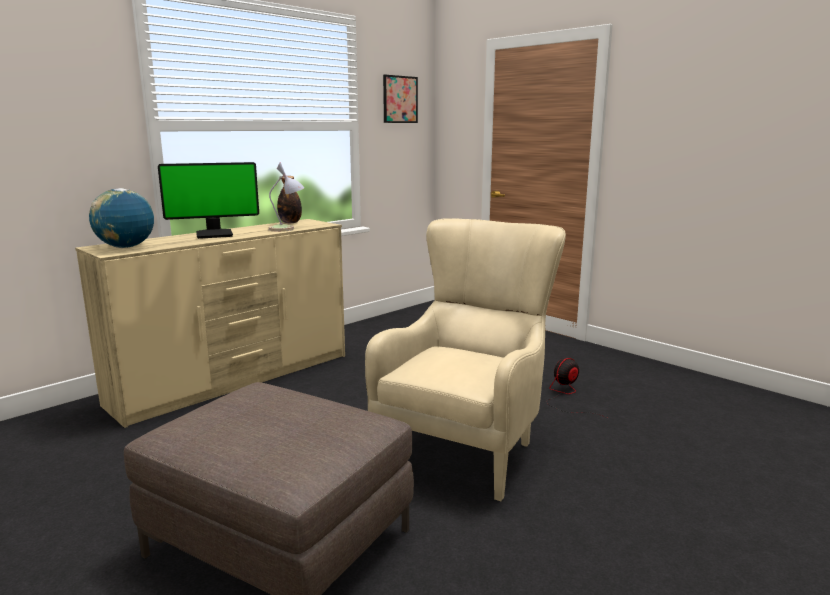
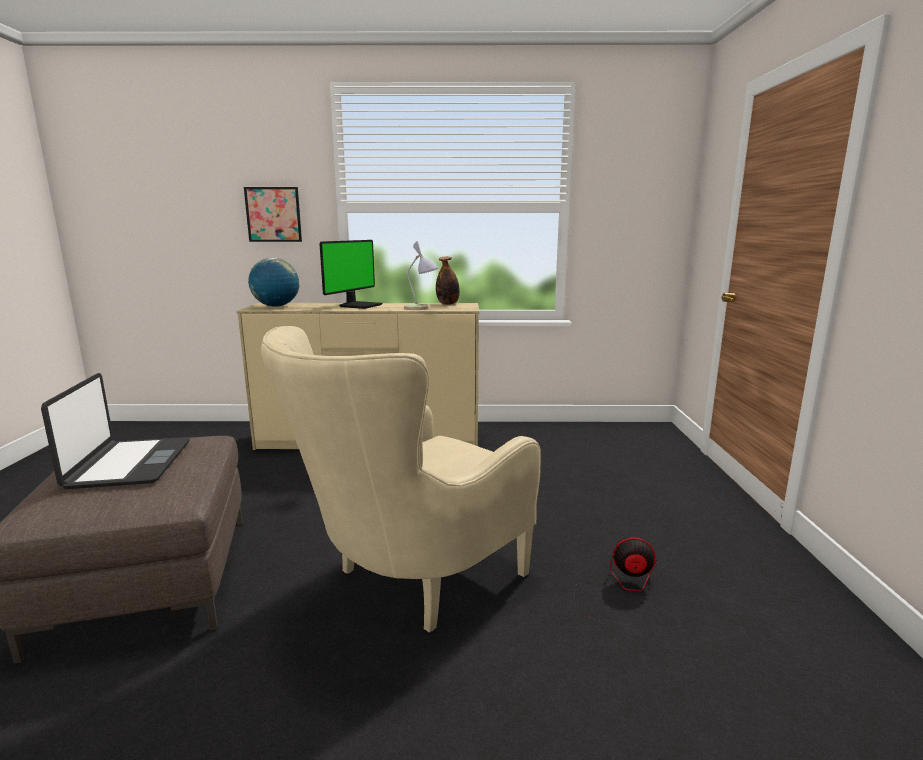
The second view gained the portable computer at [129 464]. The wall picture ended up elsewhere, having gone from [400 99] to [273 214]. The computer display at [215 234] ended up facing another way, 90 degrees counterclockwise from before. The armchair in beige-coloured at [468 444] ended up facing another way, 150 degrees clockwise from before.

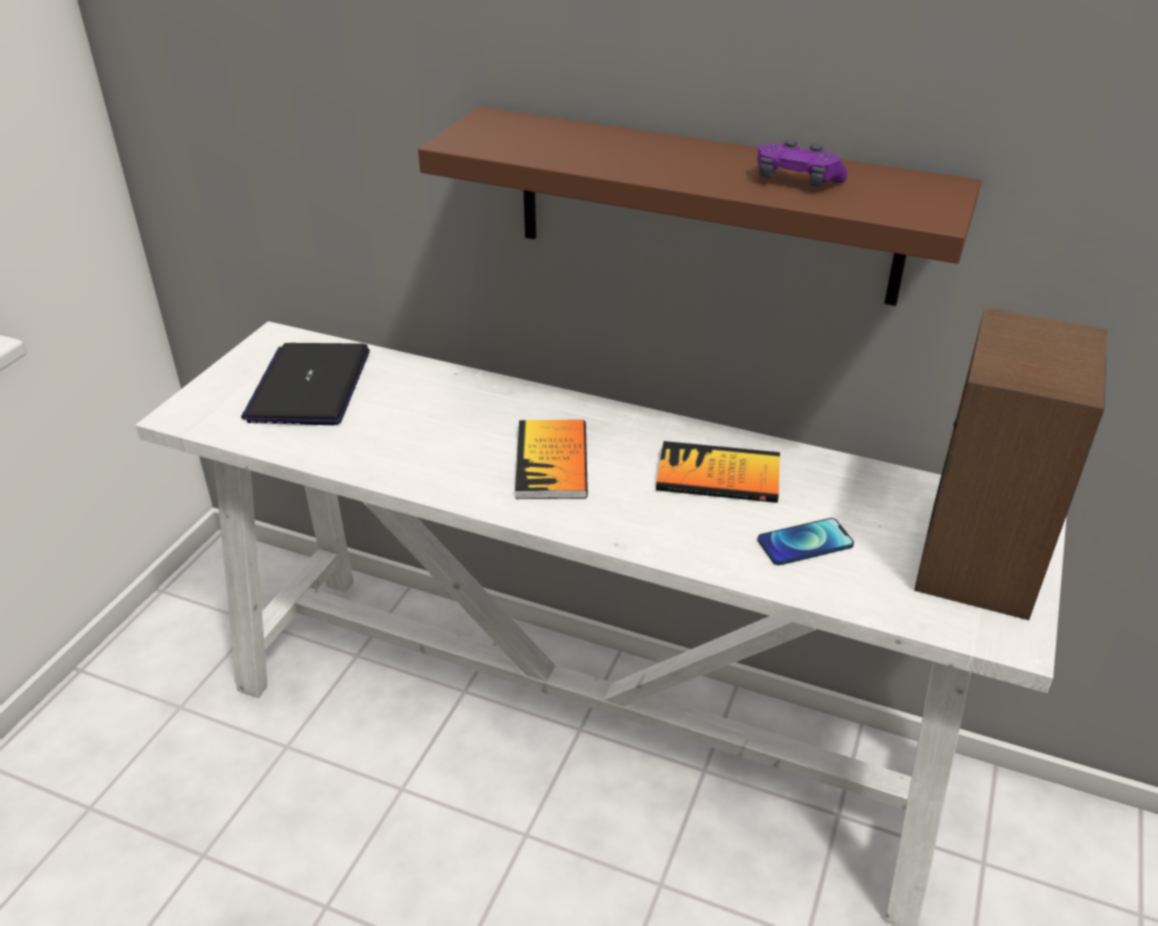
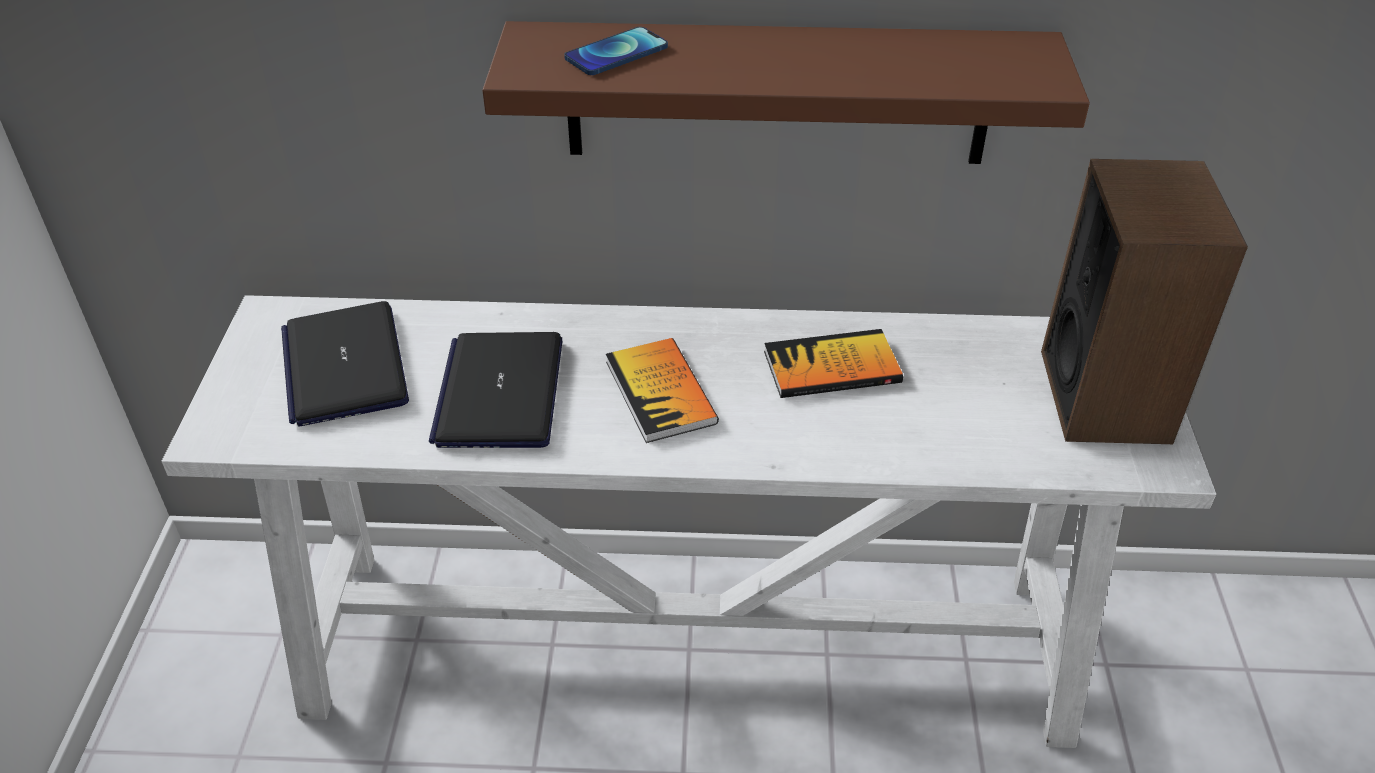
The second view lost the gamepad in purple-coloured at [797 181]. The second view gained the portable computer at [500 392]. The telephone ended up elsewhere, having gone from [805 543] to [616 53].

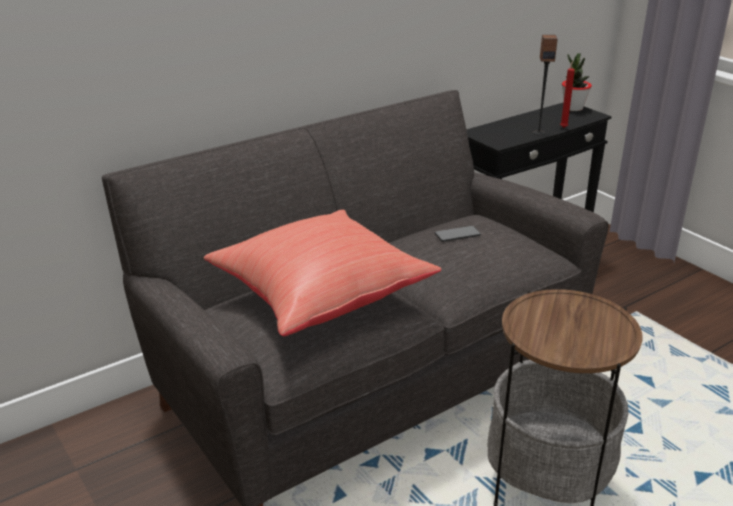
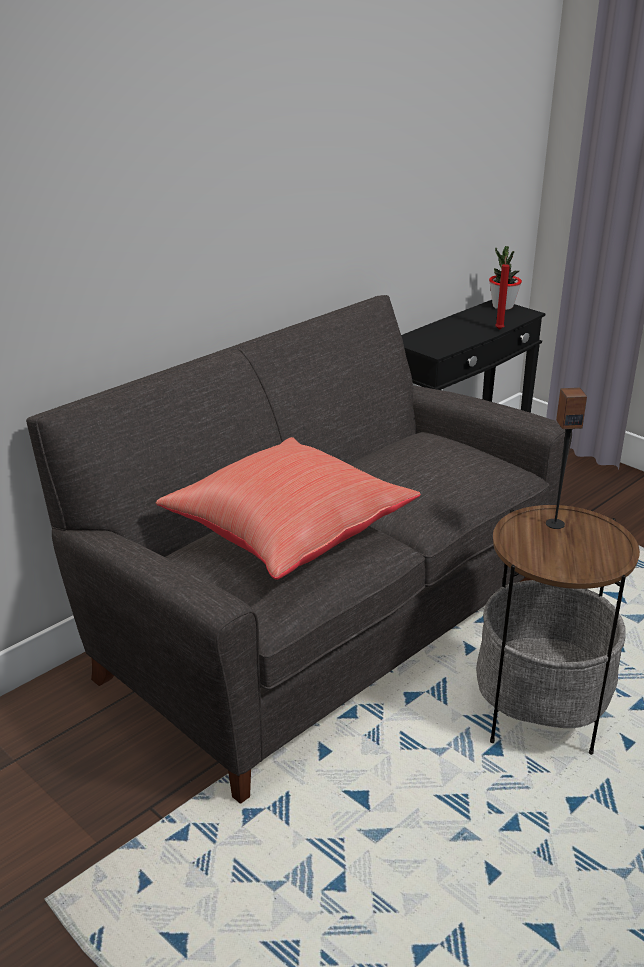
The second view lost the telephone at [457 234]. The speaker ended up elsewhere, having gone from [538 132] to [555 523].

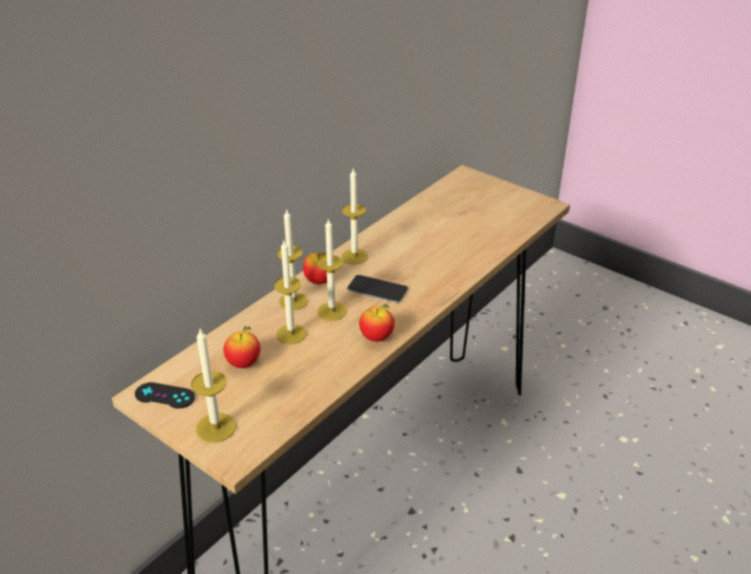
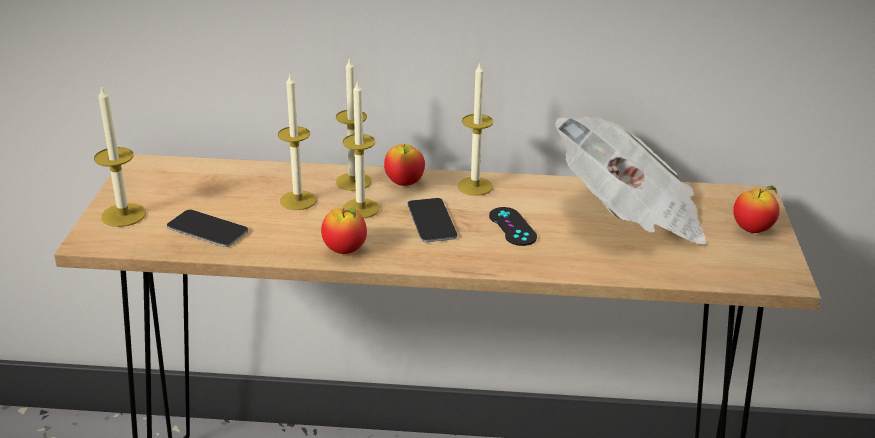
The second view gained the telephone at [207 229]. The second view gained the newspaper at [629 216]. The gamepad in black ended up elsewhere, having gone from [165 396] to [512 227]. The apple ended up elsewhere, having gone from [244 363] to [752 229].

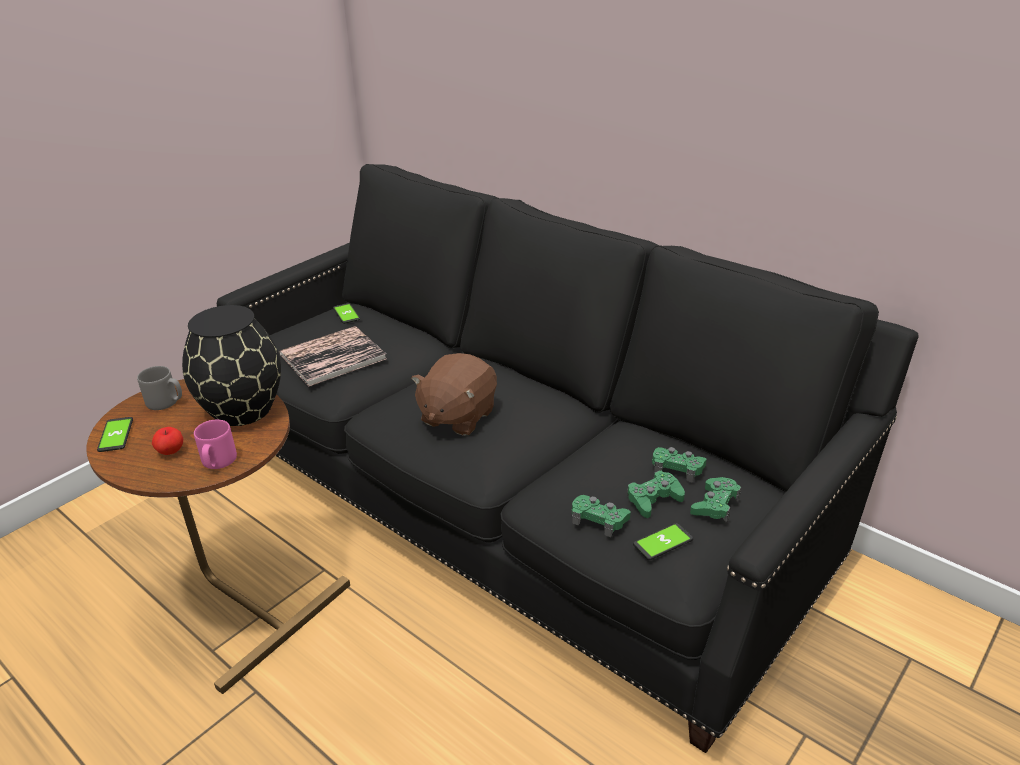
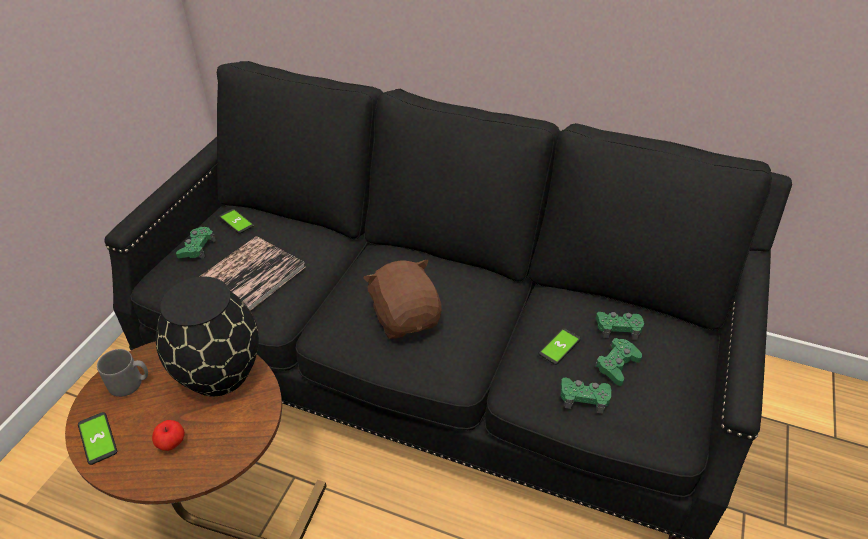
The second view lost the coffee mug in pinkish at [218 462]. The telephone ended up elsewhere, having gone from [663 542] to [559 347]. The gamepad in green ended up elsewhere, having gone from [715 505] to [197 248]. The soft toy in brownish at [457 416] ended up facing another way, 150 degrees clockwise from before.

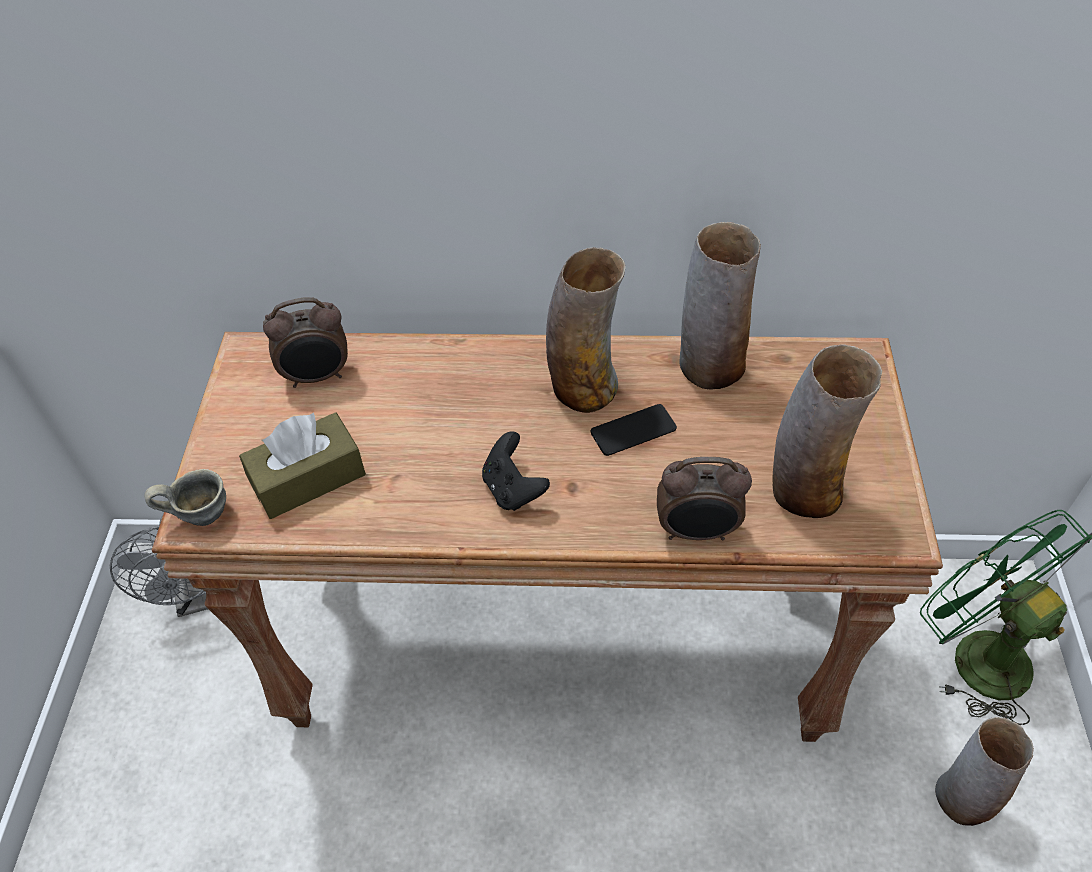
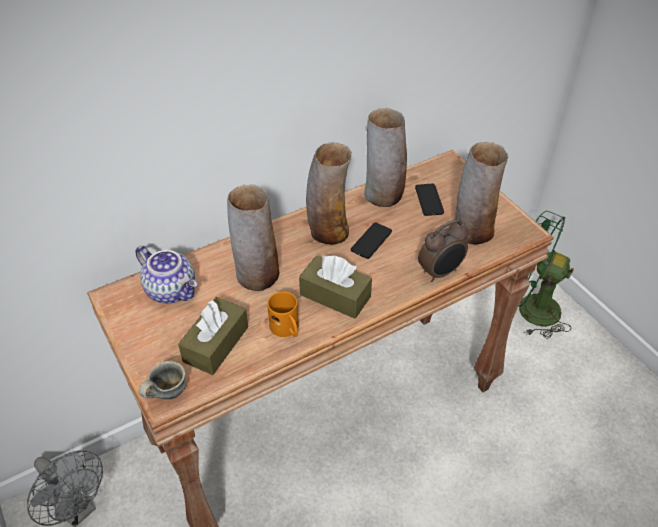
The second view gained the coffee mug in orange-coloured at [287 330]. The second view gained the telephone at [429 200]. The vase ended up elsewhere, having gone from [961 799] to [257 277]. Where the table clock stood at [318 376], the tea pot came to stand at [172 290]. Where the gamepad in black stood at [513 489], the box of tissues in brownish came to stand at [335 295].

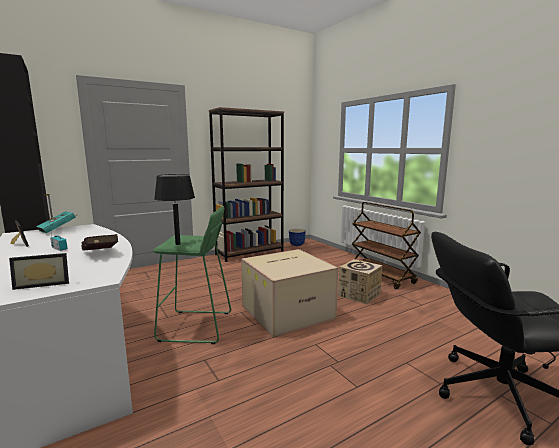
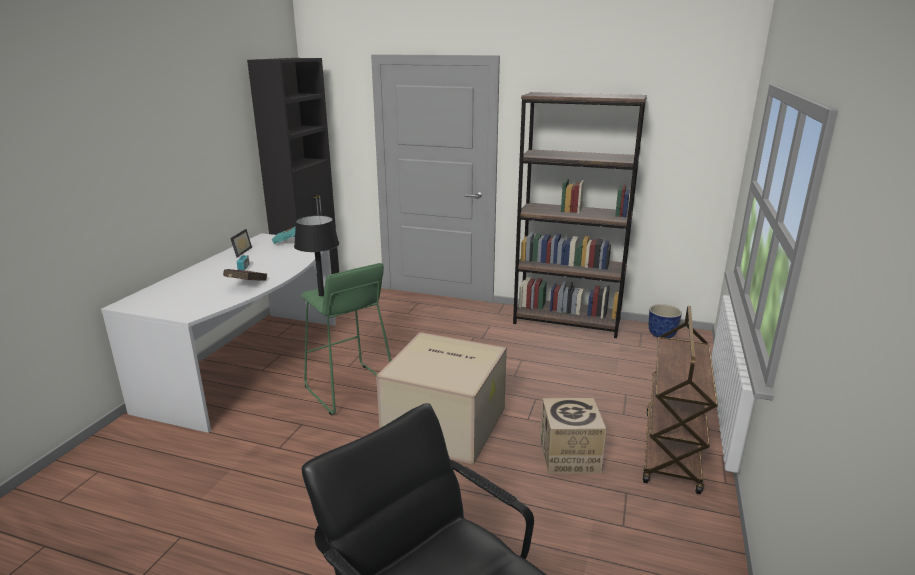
The second view lost the standing frame at [43 283].

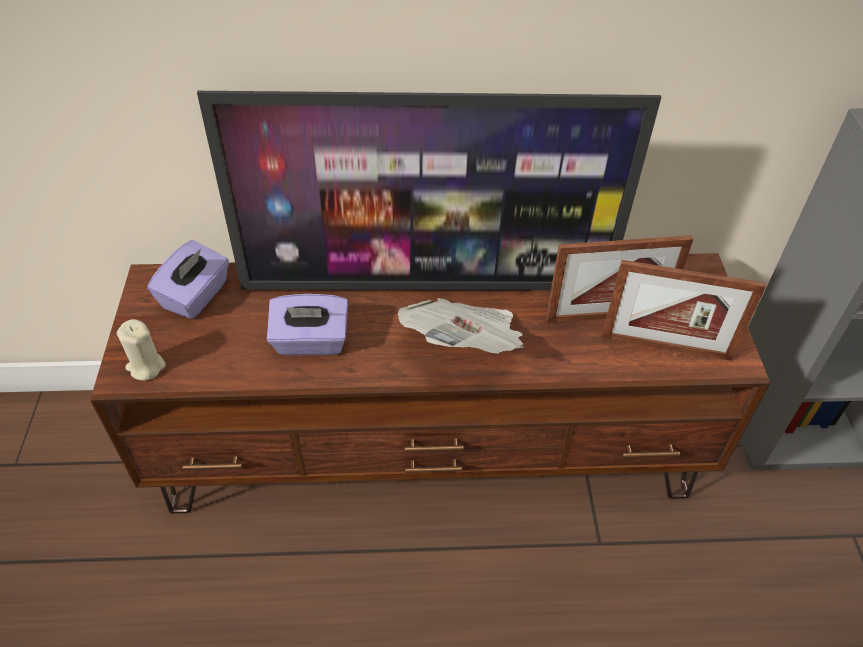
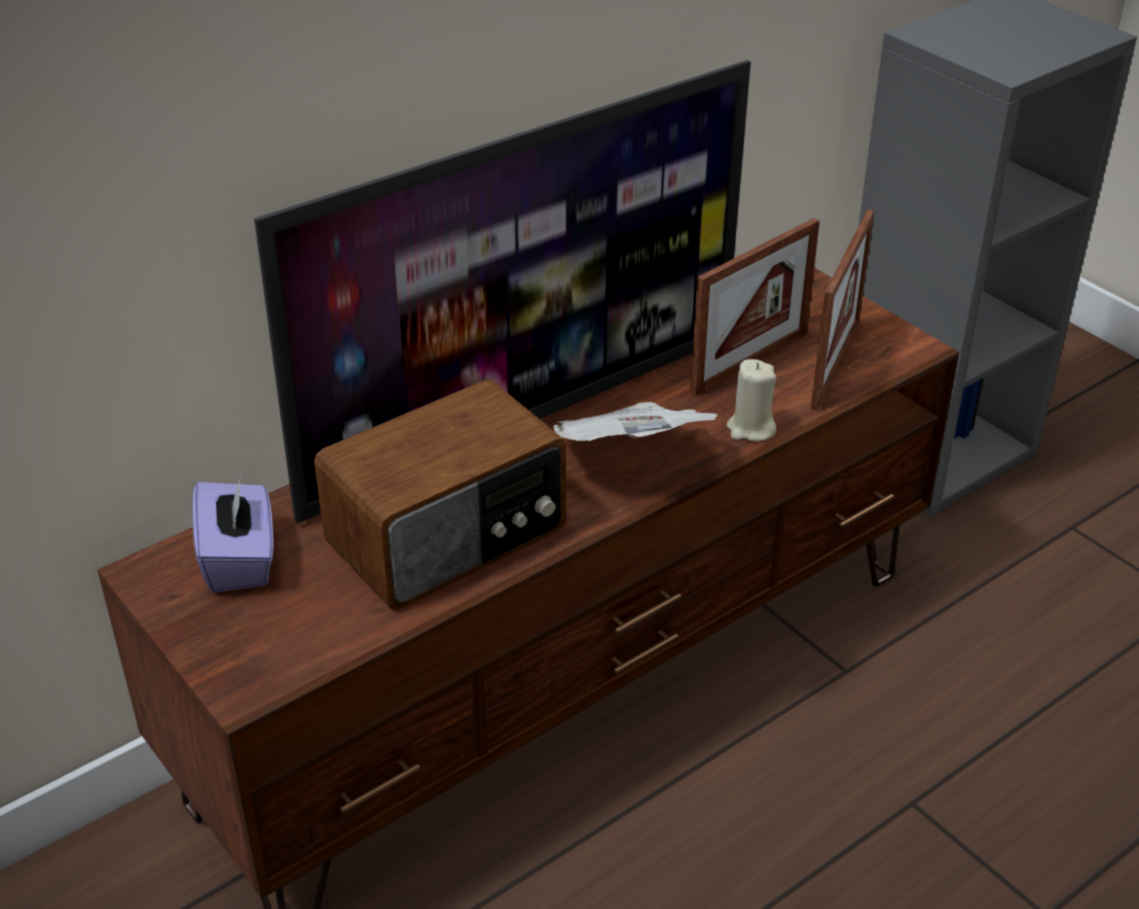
The candle in beige-coloured ended up elsewhere, having gone from [146 367] to [750 429]. Where the box of tissues in purple-coloured stood at [311 342], the radio came to stand at [449 537]. The standing frame at [666 347] ended up facing another way, 45 degrees counterclockwise from before.

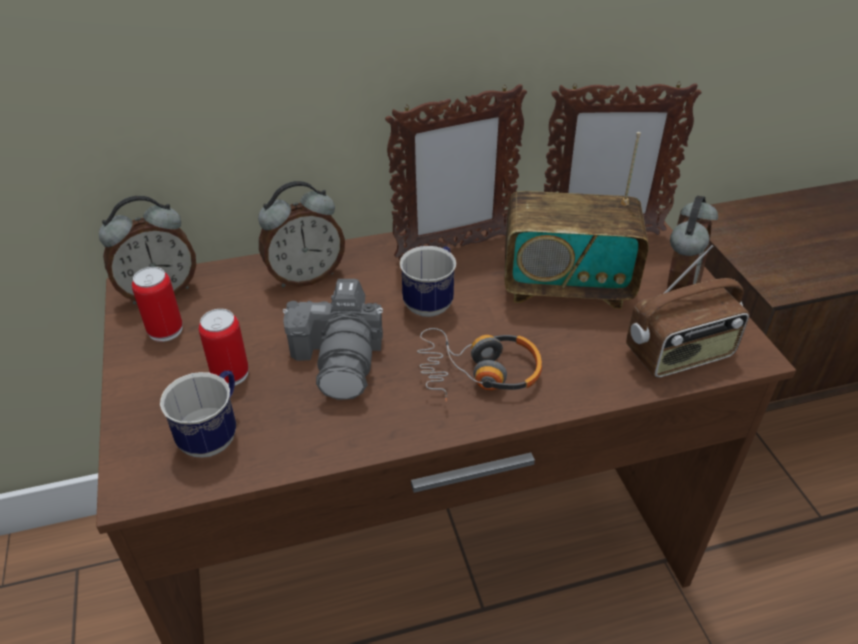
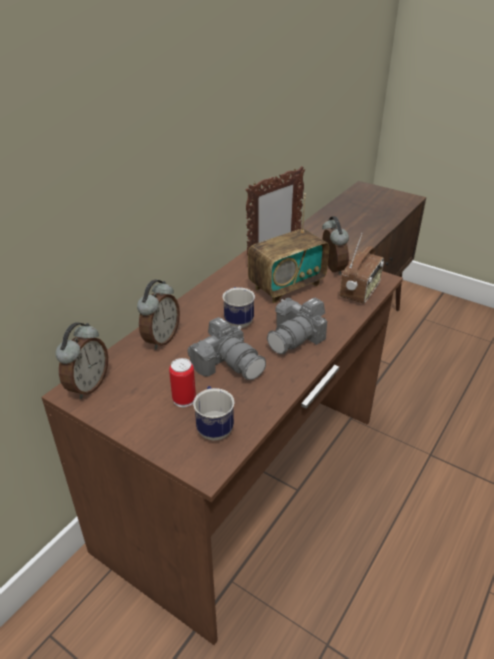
The second view lost the sealed can at [165 330]. The second view lost the standing frame at [453 247]. Where the headset stood at [478 373], the still camera came to stand at [296 337].

